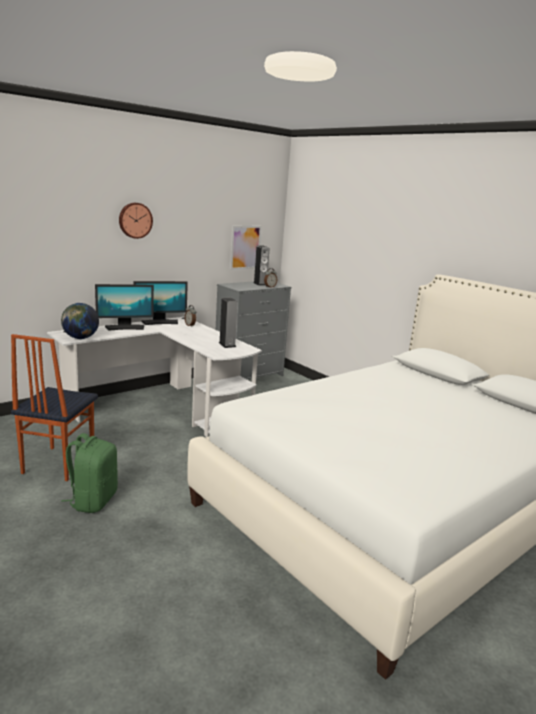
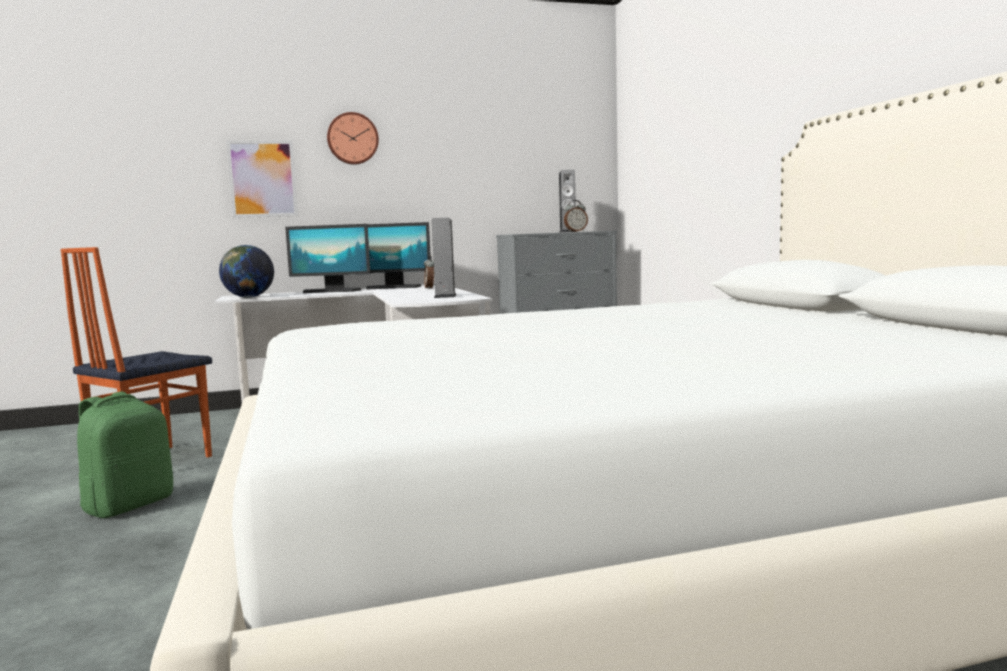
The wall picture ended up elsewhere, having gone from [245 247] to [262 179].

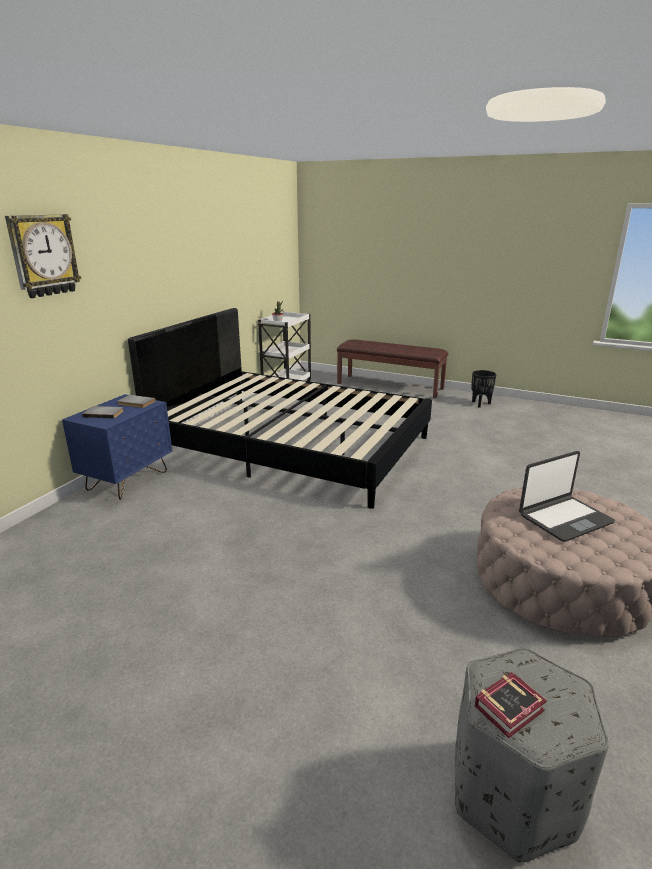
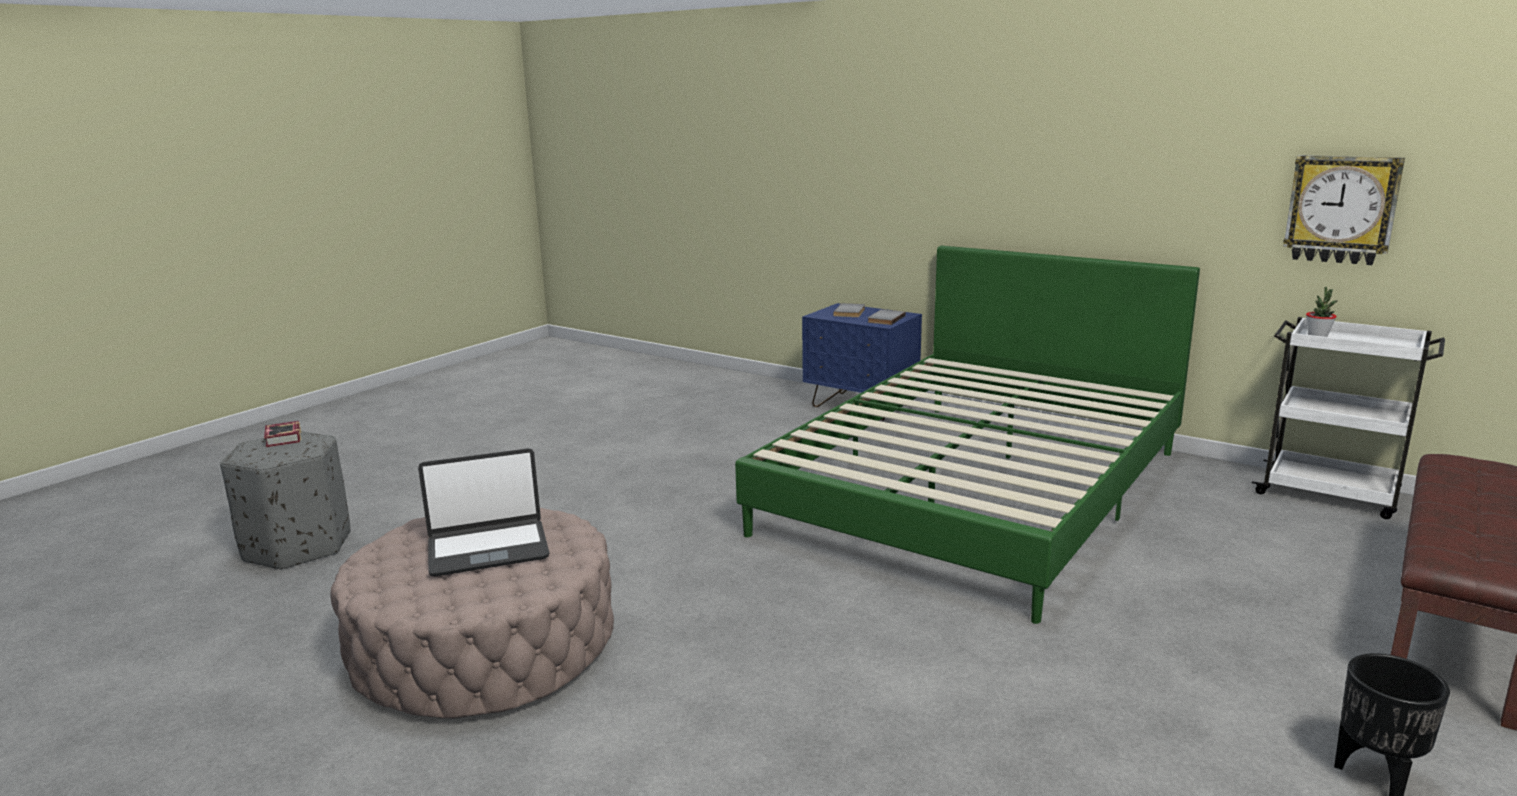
The wall clock ended up elsewhere, having gone from [43 255] to [1341 209]. What was the bed in black at [291 445] turned into the bed in green at [977 491]. The portable computer at [564 518] ended up facing another way, 90 degrees counterclockwise from before.

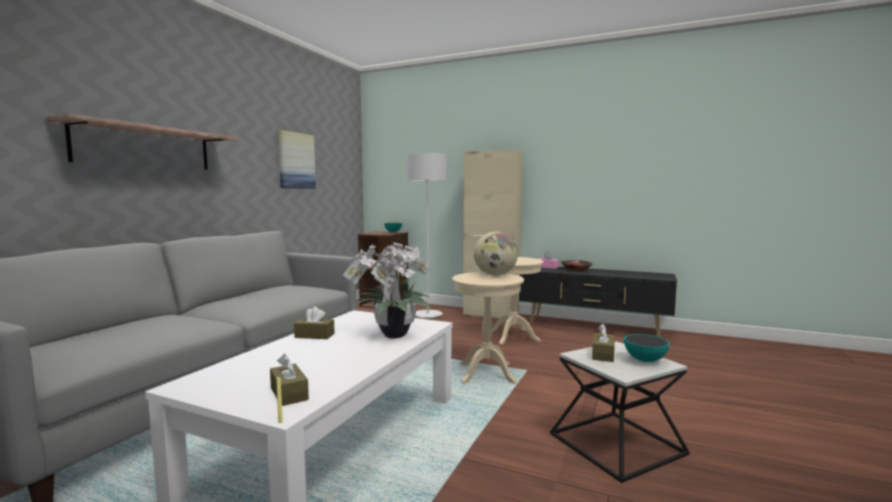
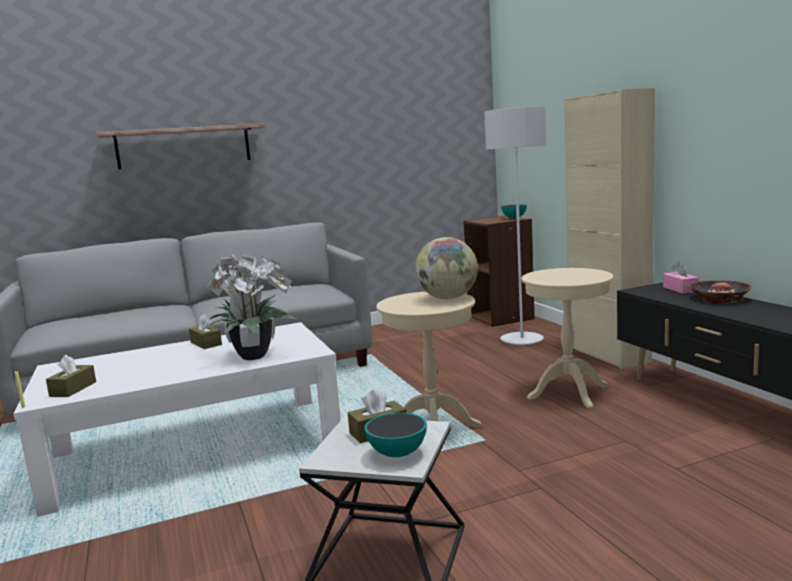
The second view lost the wall picture at [296 160].

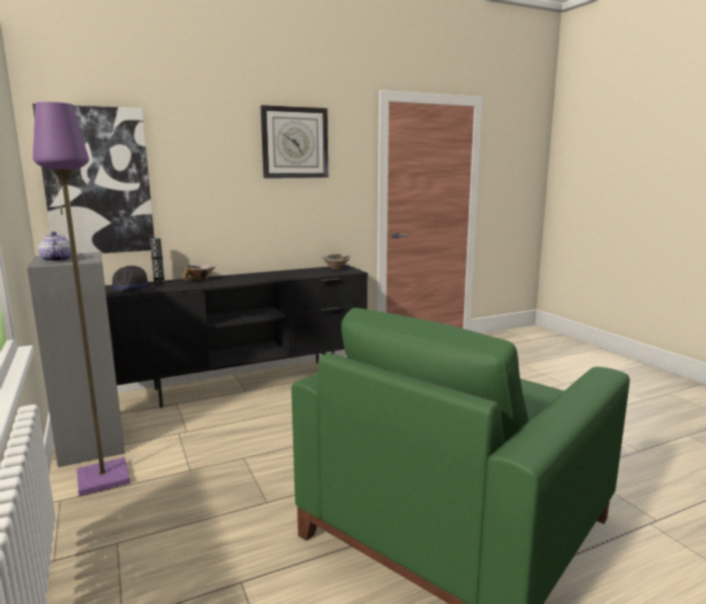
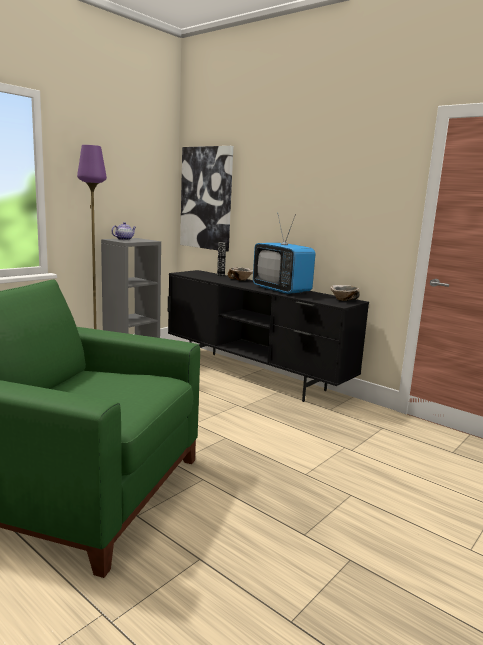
The second view lost the wearable hat in black at [131 289]. The second view lost the wall clock at [295 143]. The second view gained the TV set at [281 290].

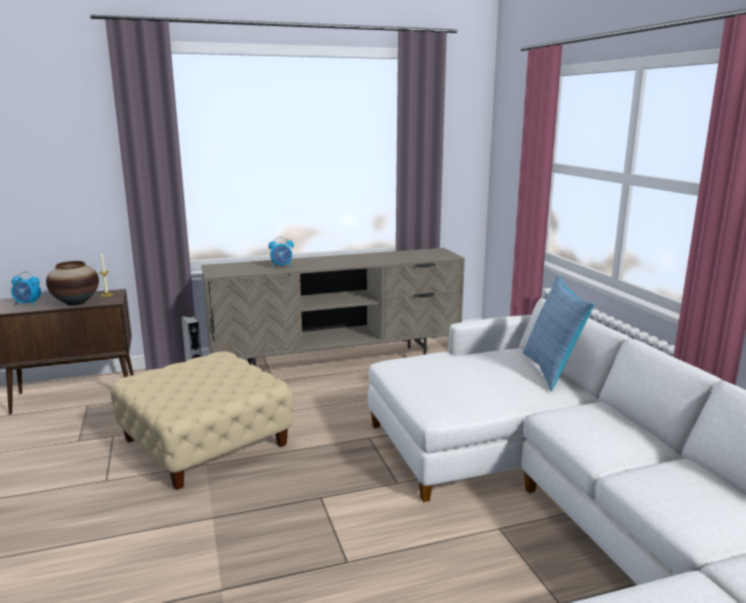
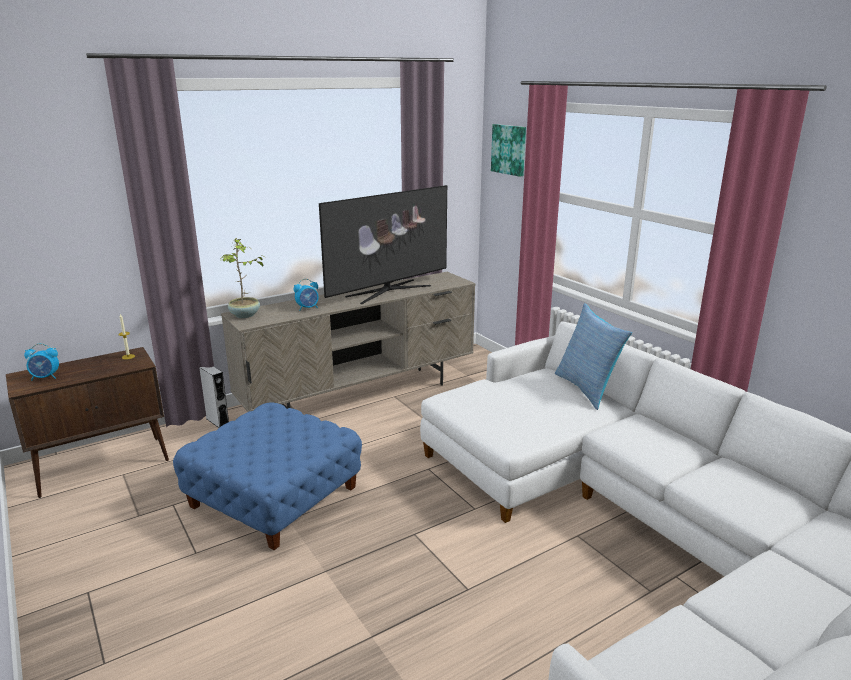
The second view lost the vase at [76 303]. The second view gained the potted plant at [245 315]. The second view gained the TV set at [388 291]. The second view gained the wall picture at [509 149]. What was the footrest in beige-coloured at [206 442] turned into the footrest in blue-coloured at [275 497].

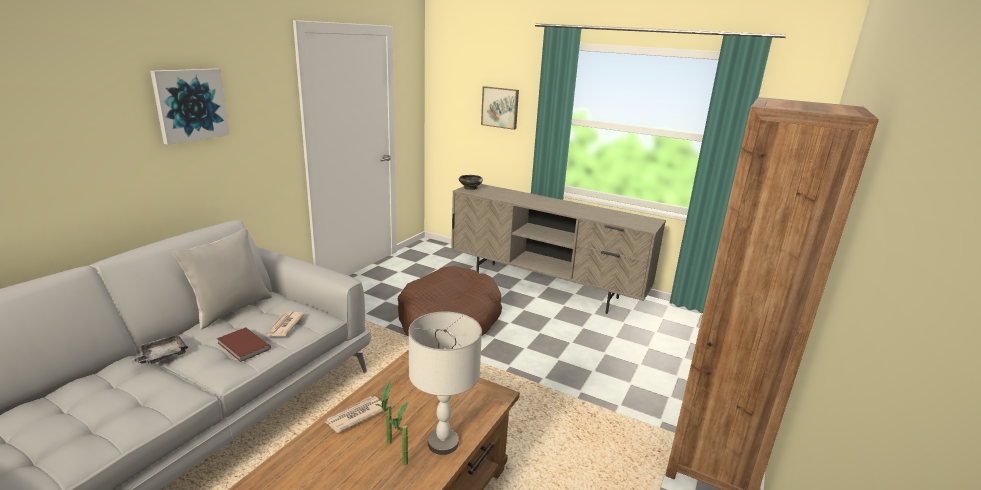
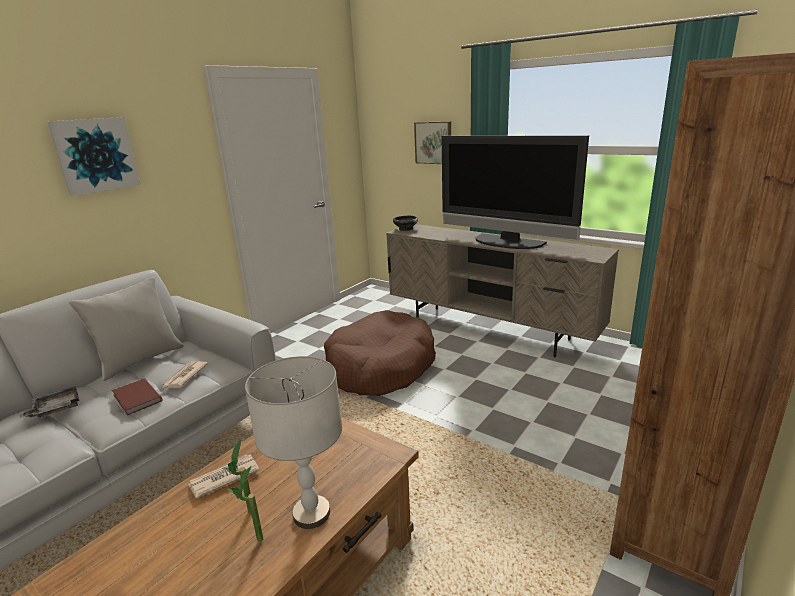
The second view gained the TV set at [506 242].

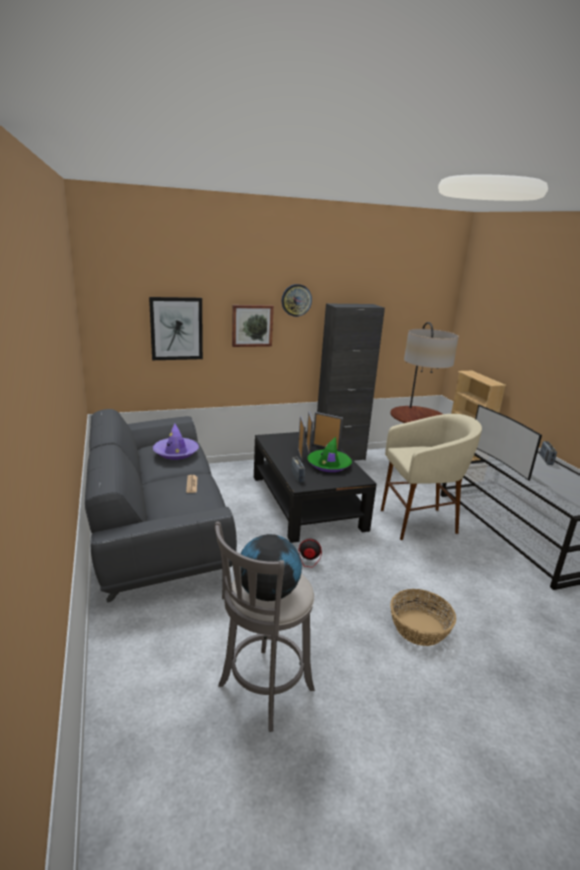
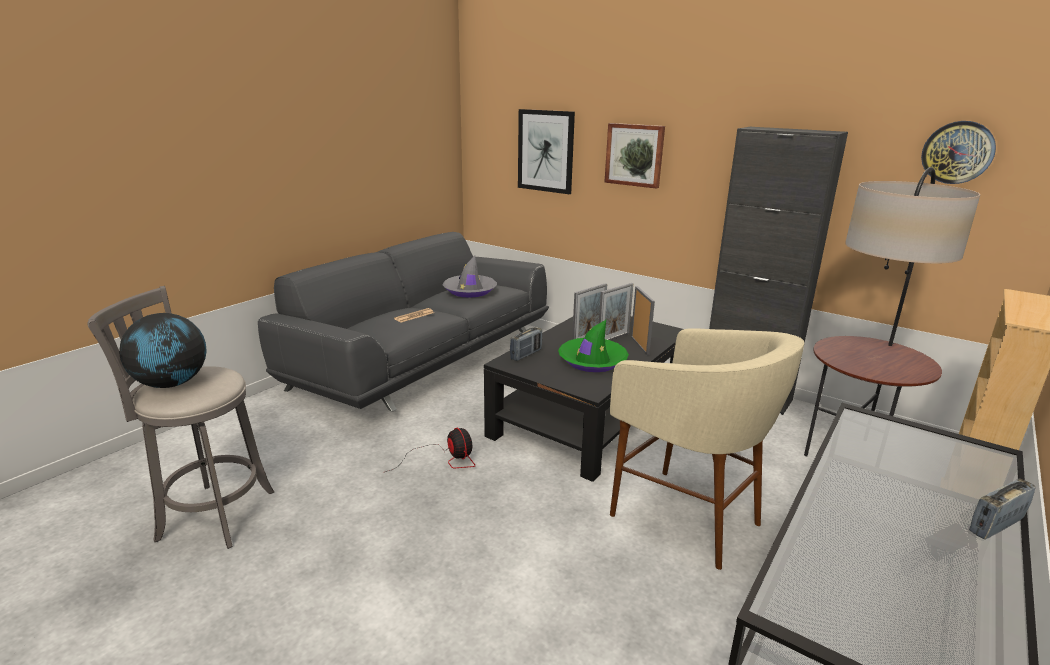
The second view lost the household basket at [419 628]. The second view lost the TV set at [500 461]. The wall clock ended up elsewhere, having gone from [296 300] to [957 152]. What was the wearable hat in purple-coloured at [176 452] turned into the wearable hat in grey at [470 291].

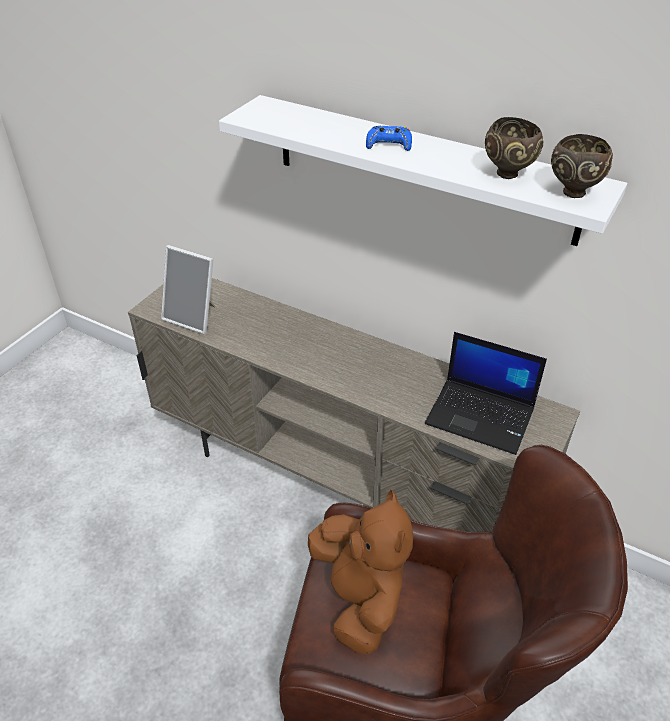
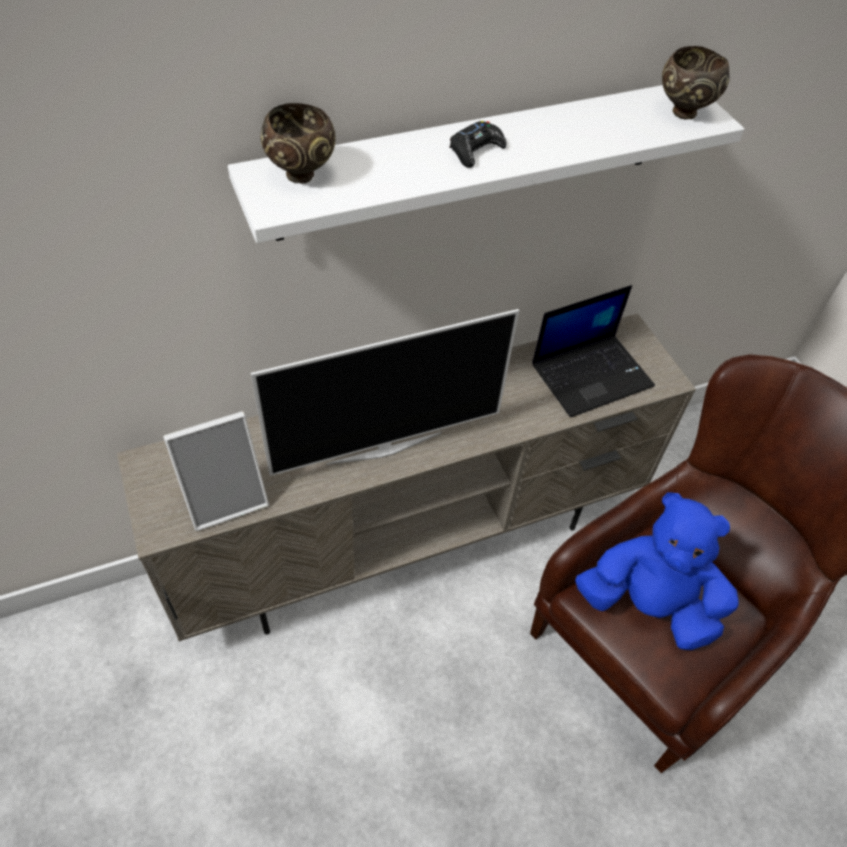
The second view gained the TV set at [384 446]. The deep dish in brownish ended up elsewhere, having gone from [509 174] to [302 175]. What was the soft toy in brownish at [359 597] turned into the soft toy in blue-coloured at [648 605]. What was the gamepad in blue-coloured at [388 144] turned into the gamepad in black at [475 151].

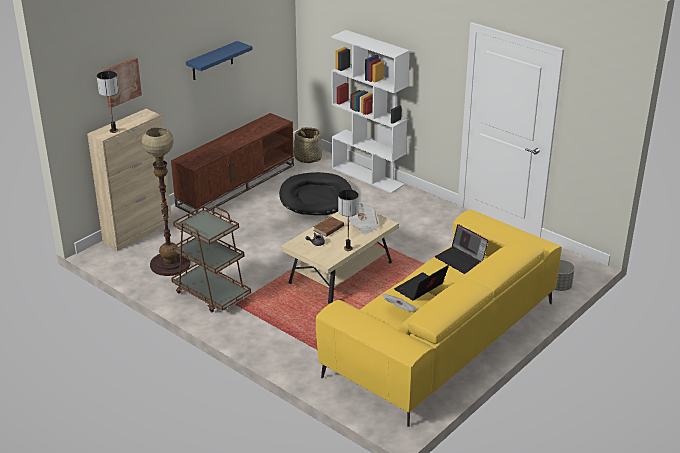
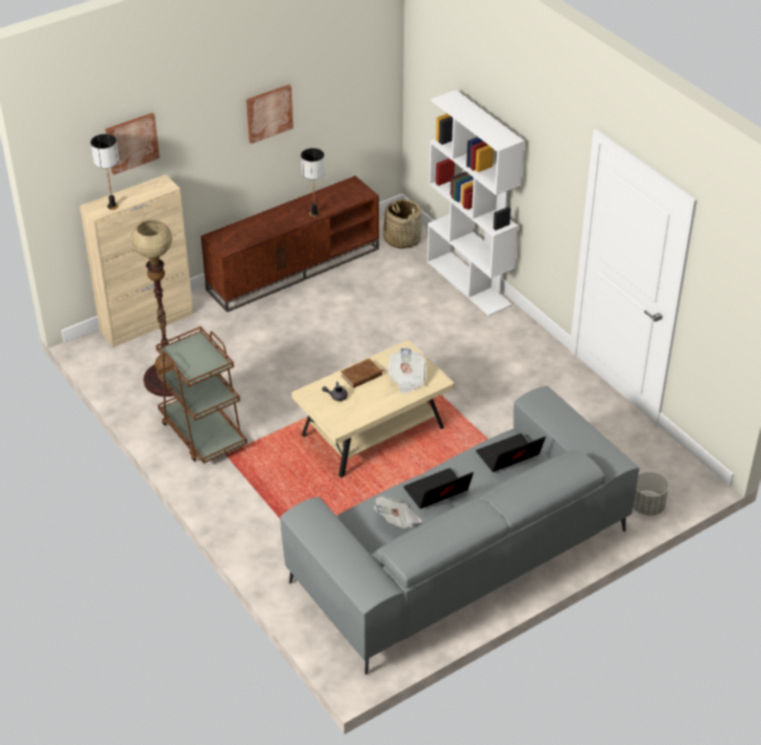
The second view lost the dog cushion in black at [315 197]. The table lamp ended up elsewhere, having gone from [348 248] to [314 214]. Where the bracket shelf in blue-coloured hung at [212 61], the wall picture came to hang at [269 113]. What was the settee in yellow at [441 338] turned into the settee in grey at [460 555]. The portable computer at [461 260] ended up facing another way, 90 degrees clockwise from before.

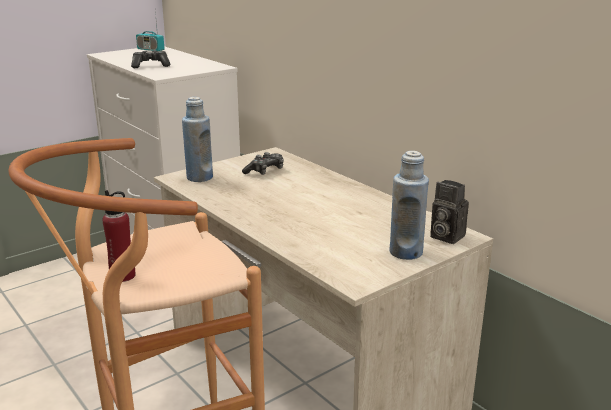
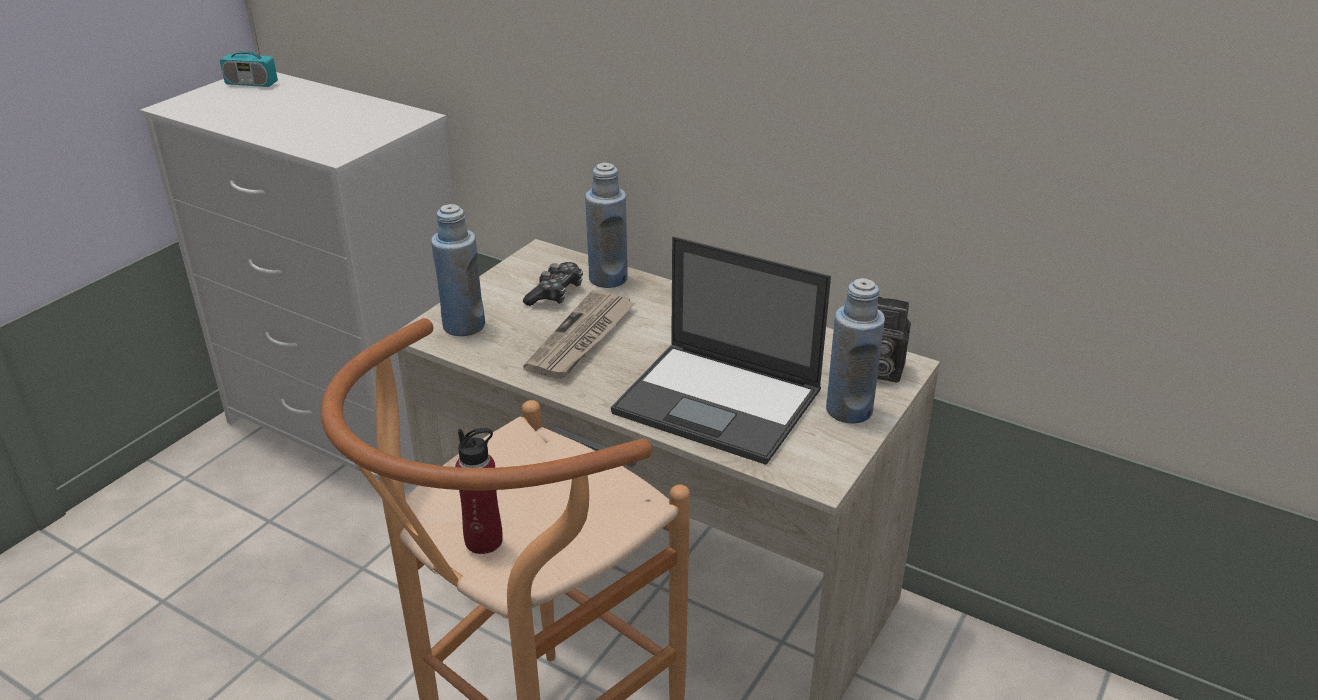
The second view lost the gamepad at [150 66]. The second view gained the newspaper at [582 338]. The second view gained the beverage bottle in blue-coloured at [608 279]. The second view gained the portable computer at [720 402].

